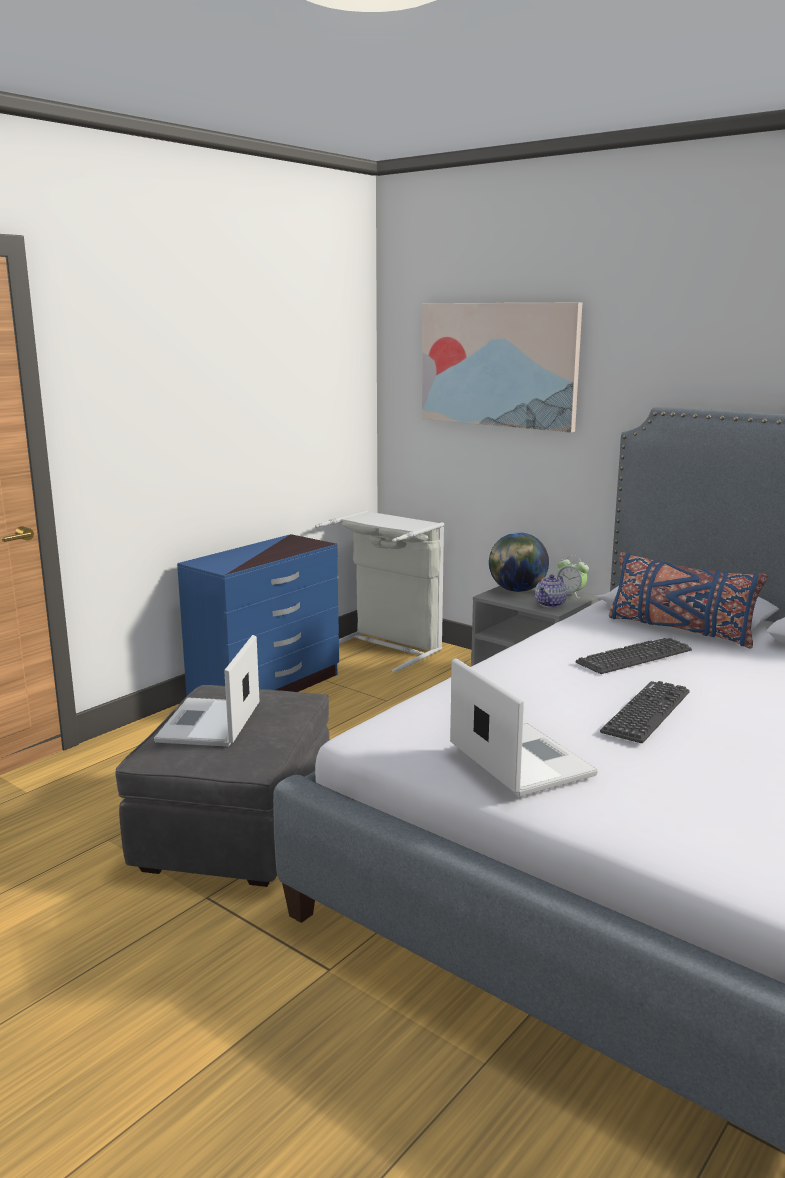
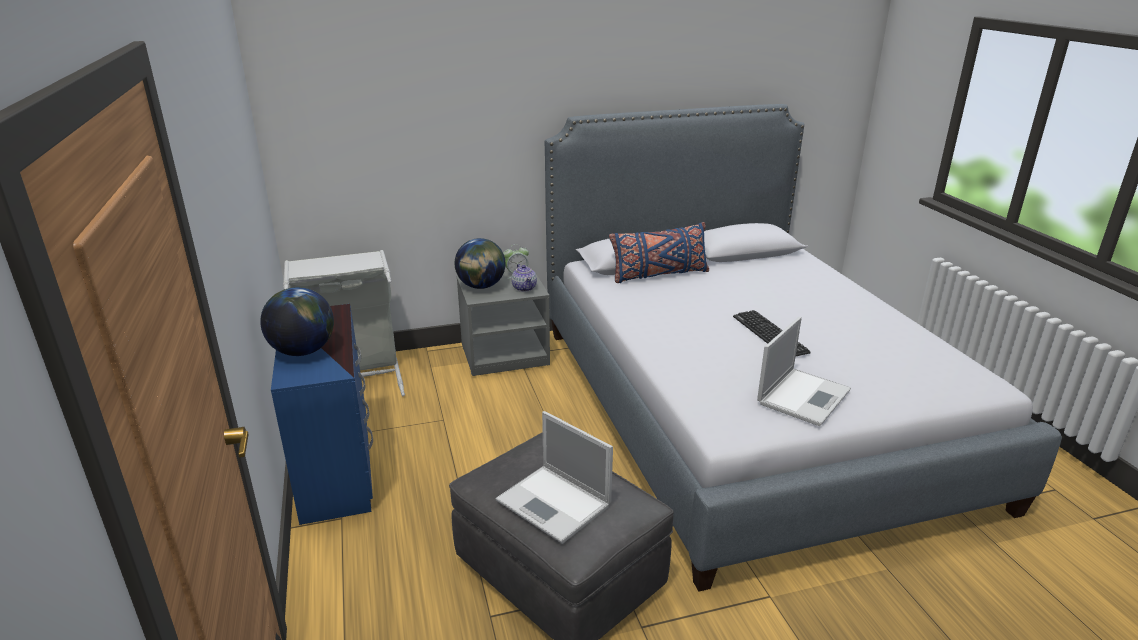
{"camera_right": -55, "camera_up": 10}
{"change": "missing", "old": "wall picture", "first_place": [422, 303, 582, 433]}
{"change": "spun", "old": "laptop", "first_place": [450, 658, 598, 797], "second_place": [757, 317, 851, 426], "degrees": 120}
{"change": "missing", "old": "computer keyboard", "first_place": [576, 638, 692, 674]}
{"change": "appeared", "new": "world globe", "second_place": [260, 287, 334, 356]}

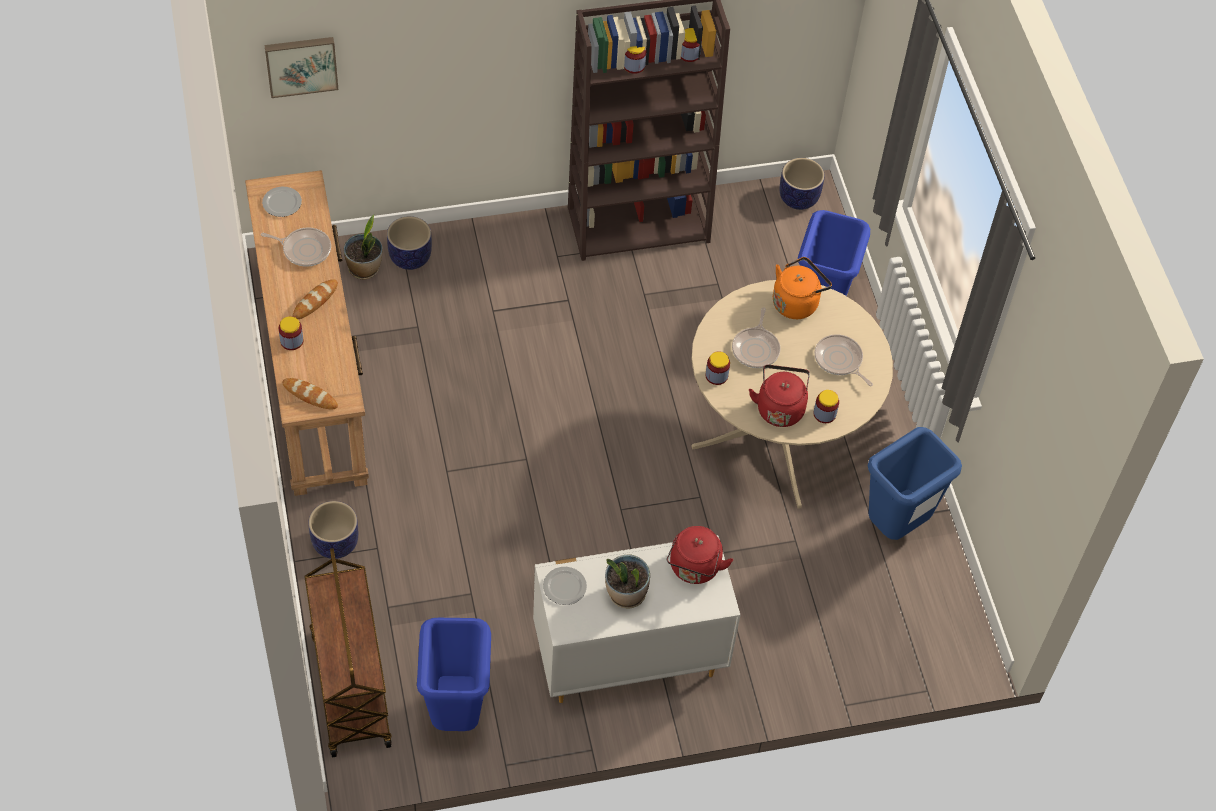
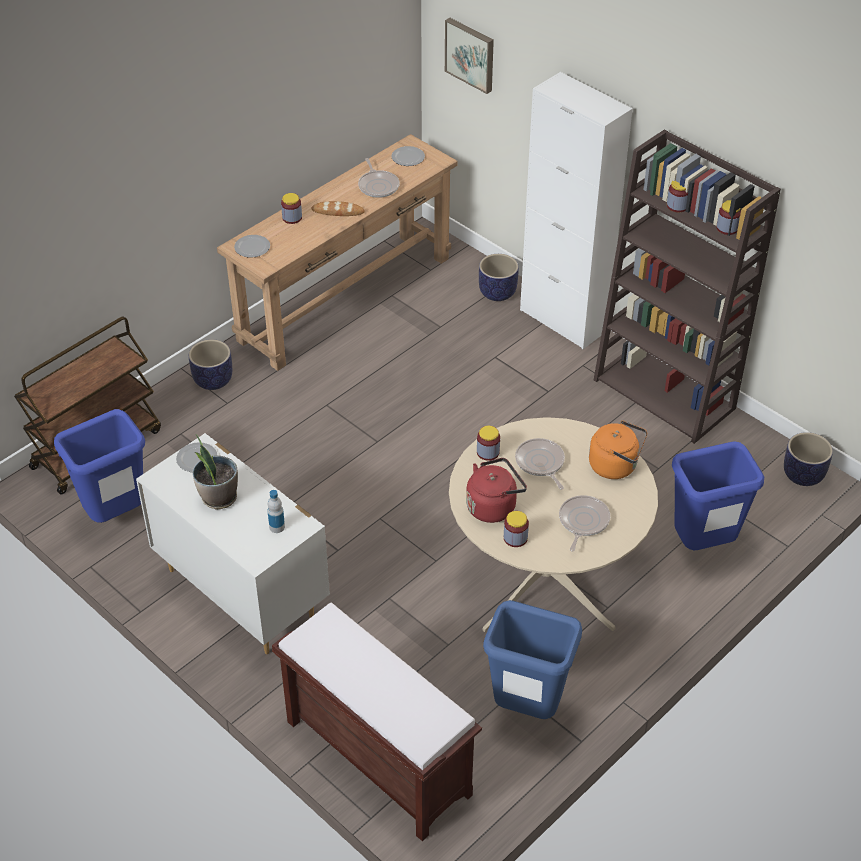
{"camera_right": 60, "camera_up": -10}
{"change": "exchanged", "old": "bread", "new": "plate", "first_place": [282, 378, 338, 409], "second_place": [234, 235, 270, 258]}
{"change": "missing", "old": "plant in a pot", "first_place": [344, 215, 382, 279]}
{"change": "exchanged", "old": "red-coloured water kettle", "new": "bottle", "first_place": [667, 526, 733, 584], "second_place": [267, 490, 285, 533]}
{"change": "spun", "old": "skillet", "first_place": [732, 307, 781, 368], "second_place": [515, 438, 565, 489], "degrees": 90}
{"change": "appeared", "new": "brownish bench", "second_place": [272, 603, 482, 841]}
{"change": "appeared", "new": "white storage cabinet", "second_place": [520, 72, 633, 349]}

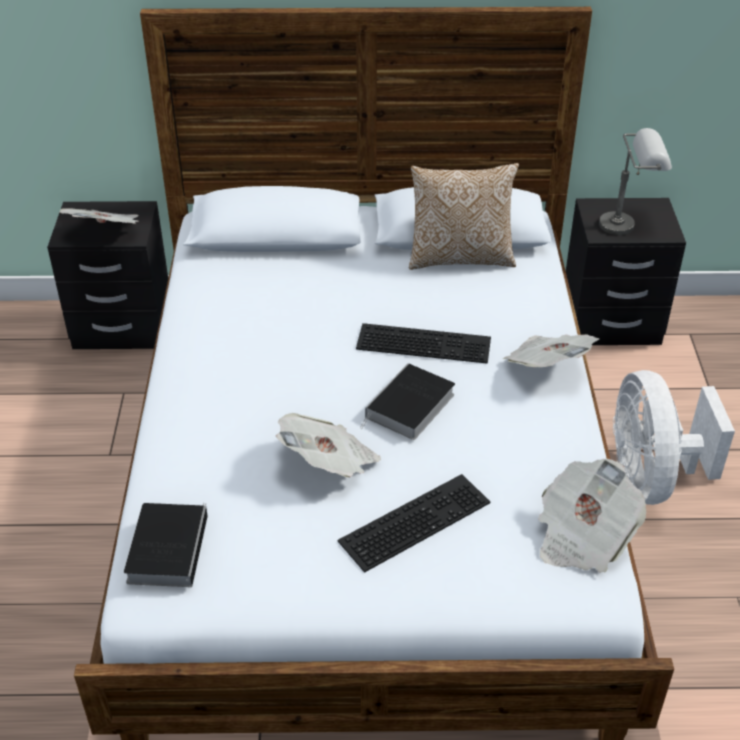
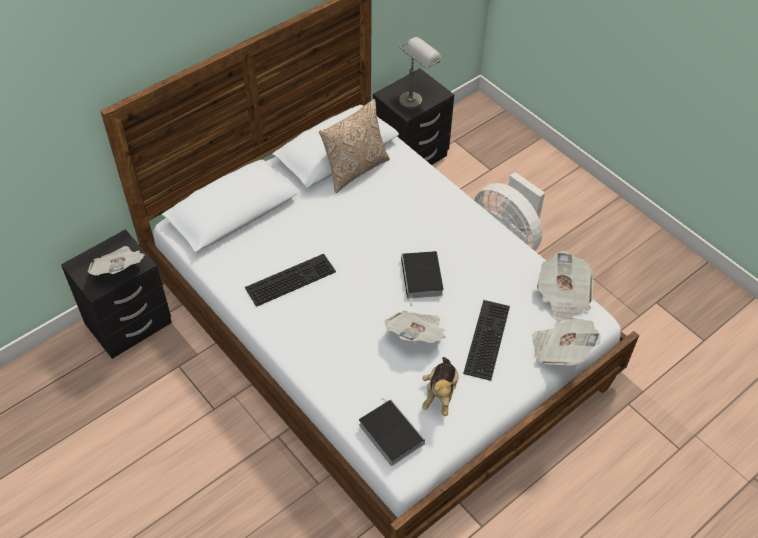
{"camera_right": -40, "camera_up": 10}
{"change": "relocated", "old": "computer keyboard", "first_place": [356, 323, 491, 364], "second_place": [245, 254, 336, 307]}
{"change": "relocated", "old": "daily paper", "first_place": [503, 334, 599, 367], "second_place": [532, 318, 601, 366]}
{"change": "appeared", "new": "plush toy", "second_place": [422, 357, 458, 416]}

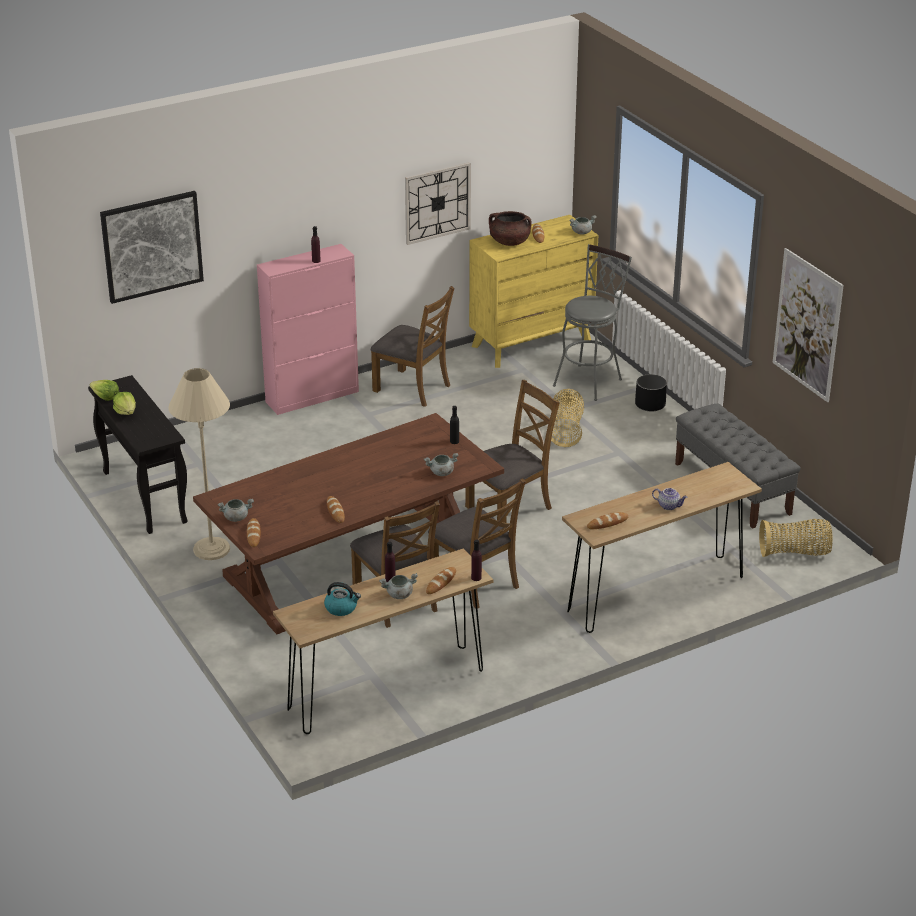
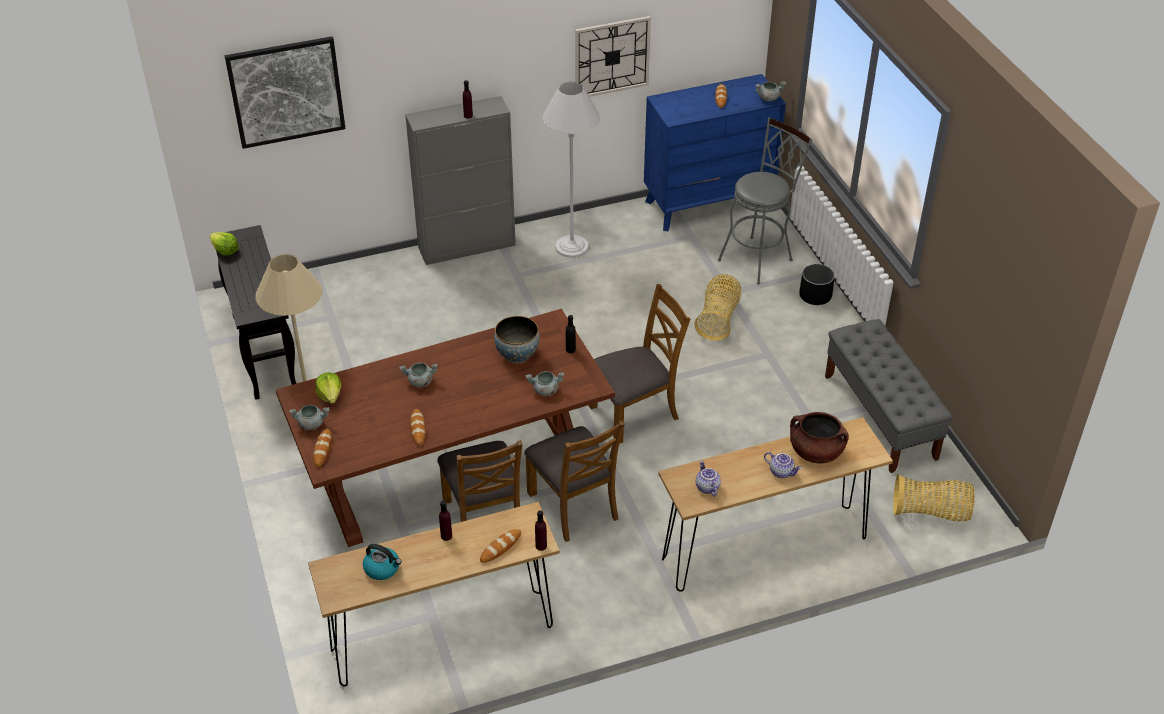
{"camera_right": 10, "camera_up": 10}
{"change": "relocated", "old": "lettuce", "first_place": [113, 392, 136, 415], "second_place": [316, 372, 341, 404]}
{"change": "colour", "old": "pinkish storage cabinet", "new": "greyish storage cabinet", "first_place": [257, 244, 359, 415], "second_place": [405, 96, 516, 265]}
{"change": "exchanged", "old": "brownish chair", "new": "white standard lamp", "first_place": [370, 286, 454, 407], "second_place": [543, 82, 600, 258]}
{"change": "relocated", "old": "greyish cooking pot", "first_place": [379, 573, 418, 599], "second_place": [399, 363, 438, 387]}
{"change": "colour", "old": "yellow drawer chest", "new": "blue drawer chest", "first_place": [469, 215, 598, 368], "second_place": [644, 74, 786, 231]}
{"change": "relocated", "old": "brownish cooking pot", "first_place": [489, 211, 532, 246], "second_place": [790, 412, 849, 464]}
{"change": "exchanged", "old": "bread", "new": "tea pot", "first_place": [587, 512, 629, 529], "second_place": [696, 461, 721, 497]}
{"change": "missing", "old": "wall picture", "first_place": [773, 248, 844, 402]}
{"change": "appeared", "new": "deep dish", "second_place": [494, 316, 540, 363]}

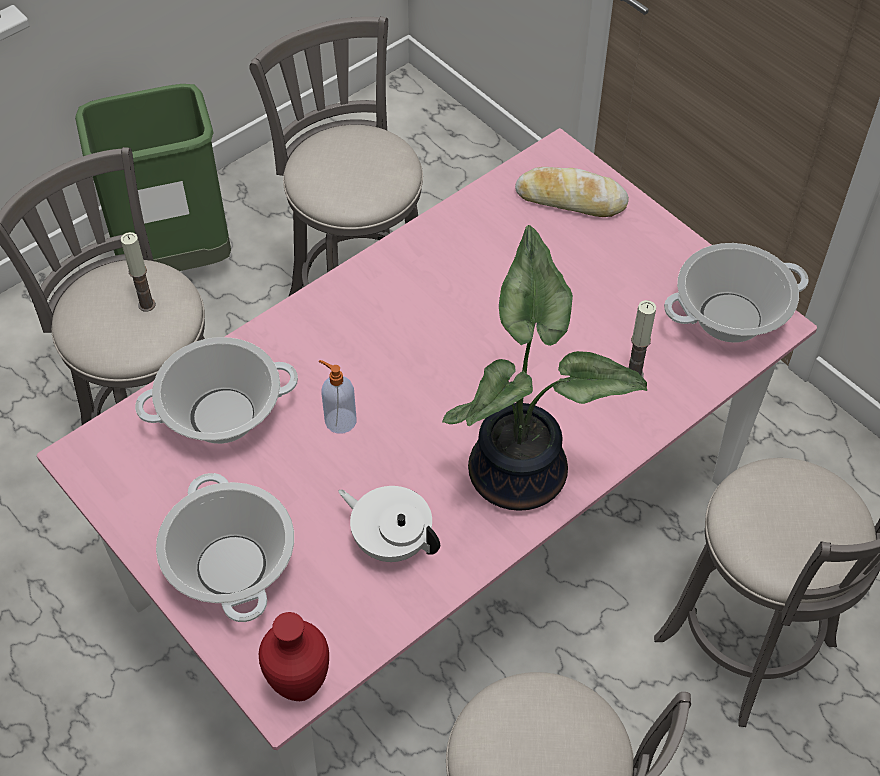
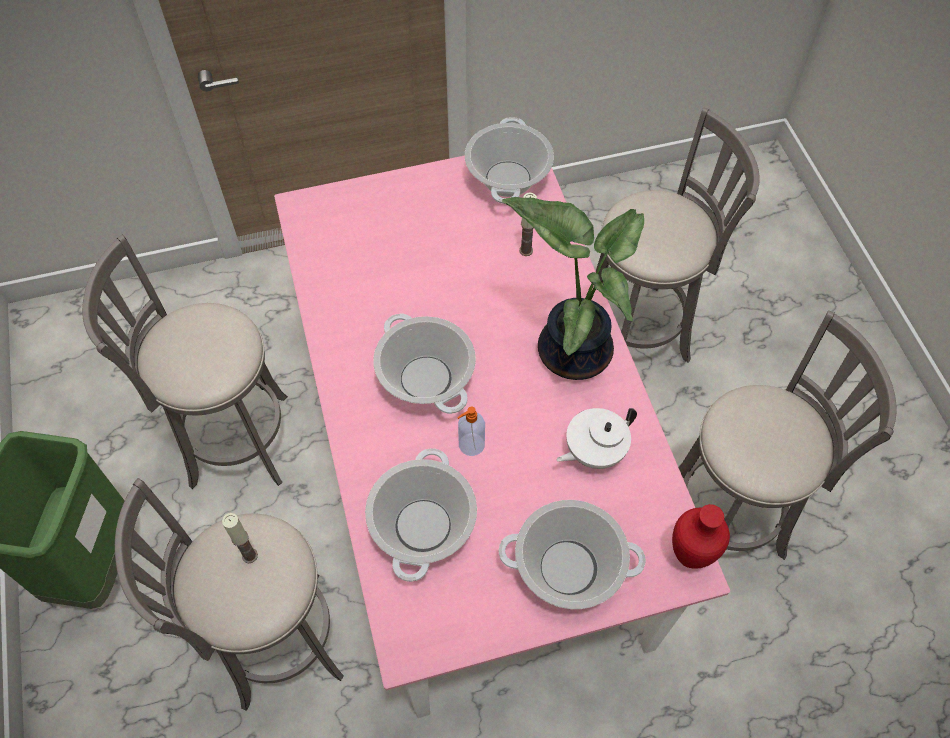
{"camera_right": -65, "camera_up": 5}
{"change": "missing", "old": "bread", "first_place": [515, 167, 629, 217]}
{"change": "appeared", "new": "cooking pot", "second_place": [373, 313, 476, 414]}

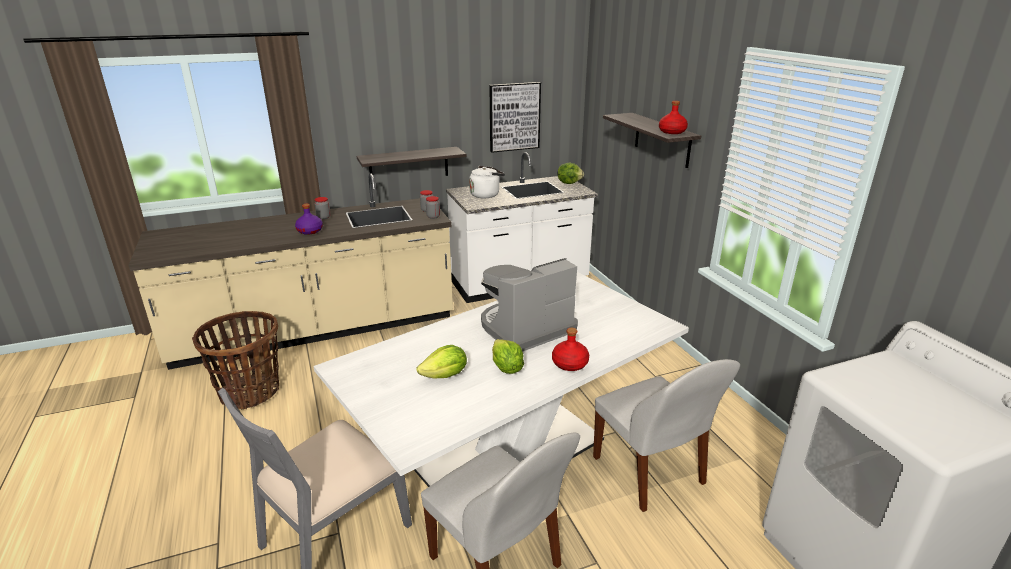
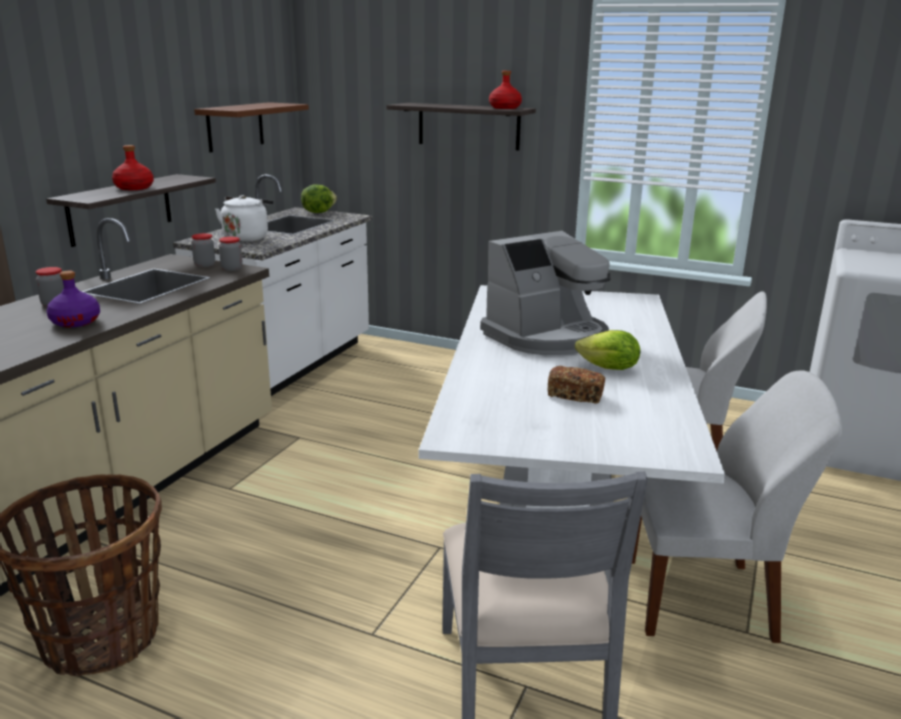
{"camera_right": -45, "camera_up": -5}
{"change": "exchanged", "old": "lettuce", "new": "bread", "first_place": [417, 345, 467, 378], "second_place": [547, 366, 605, 404]}
{"change": "spun", "old": "coffee brewer", "first_place": [481, 258, 578, 352], "second_place": [480, 231, 611, 355], "degrees": -135}
{"change": "exchanged", "old": "wall picture", "new": "brownish bracket shelf", "first_place": [489, 82, 541, 153], "second_place": [194, 102, 309, 153]}
{"change": "relocated", "old": "red-coloured bottle", "first_place": [552, 328, 589, 371], "second_place": [112, 145, 154, 190]}

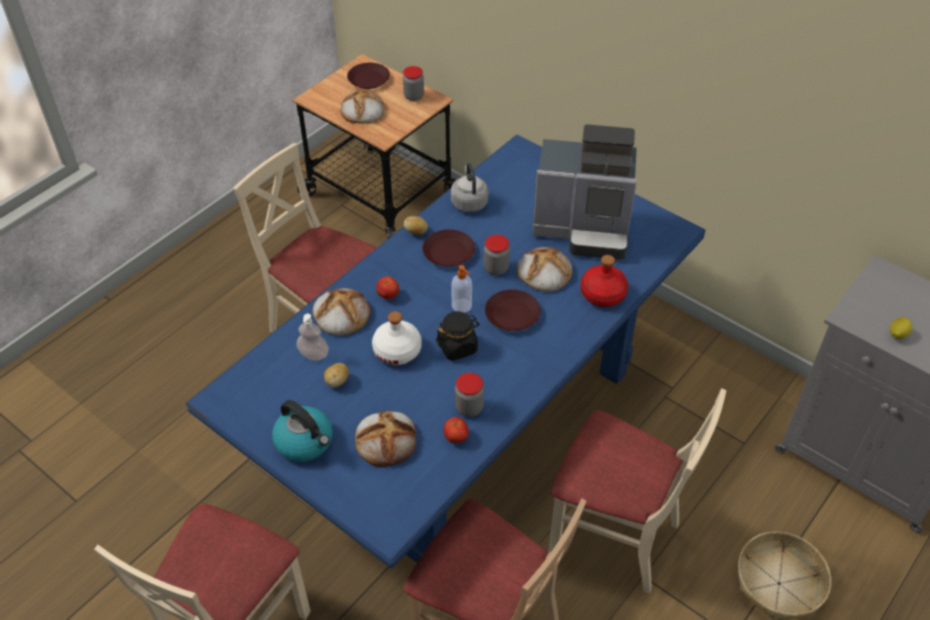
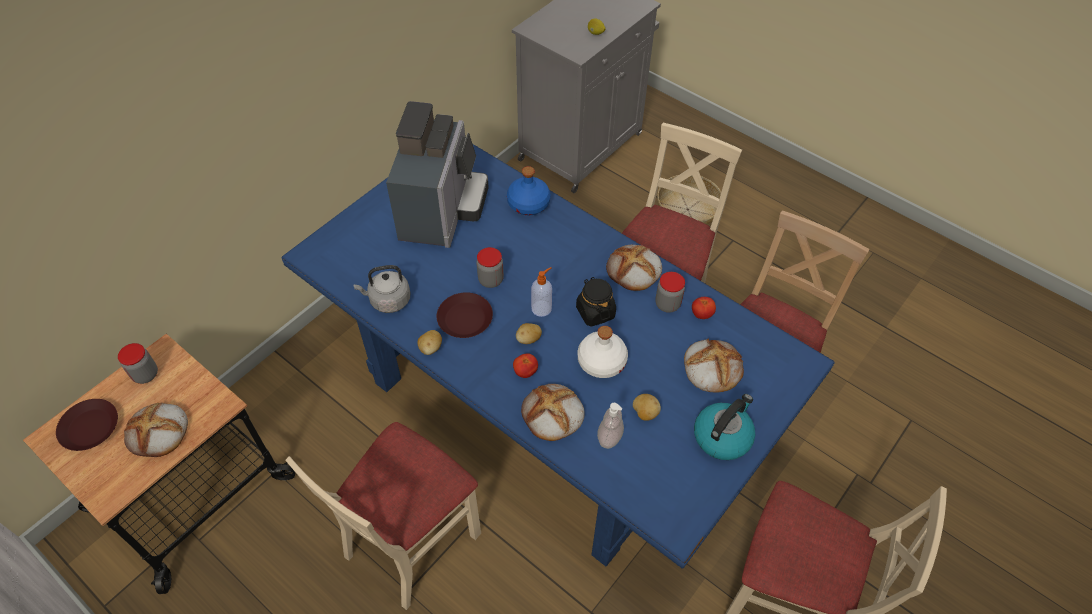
{"camera_right": -90, "camera_up": 5}
{"change": "missing", "old": "brownish plate", "first_place": [485, 289, 540, 331]}
{"change": "relocated", "old": "bread", "first_place": [517, 247, 572, 292], "second_place": [606, 245, 662, 291]}
{"change": "colour", "old": "red-coloured bottle", "new": "blue bottle", "first_place": [581, 255, 628, 307], "second_place": [507, 166, 551, 215]}
{"change": "appeared", "new": "whole potato", "second_place": [516, 323, 542, 344]}

